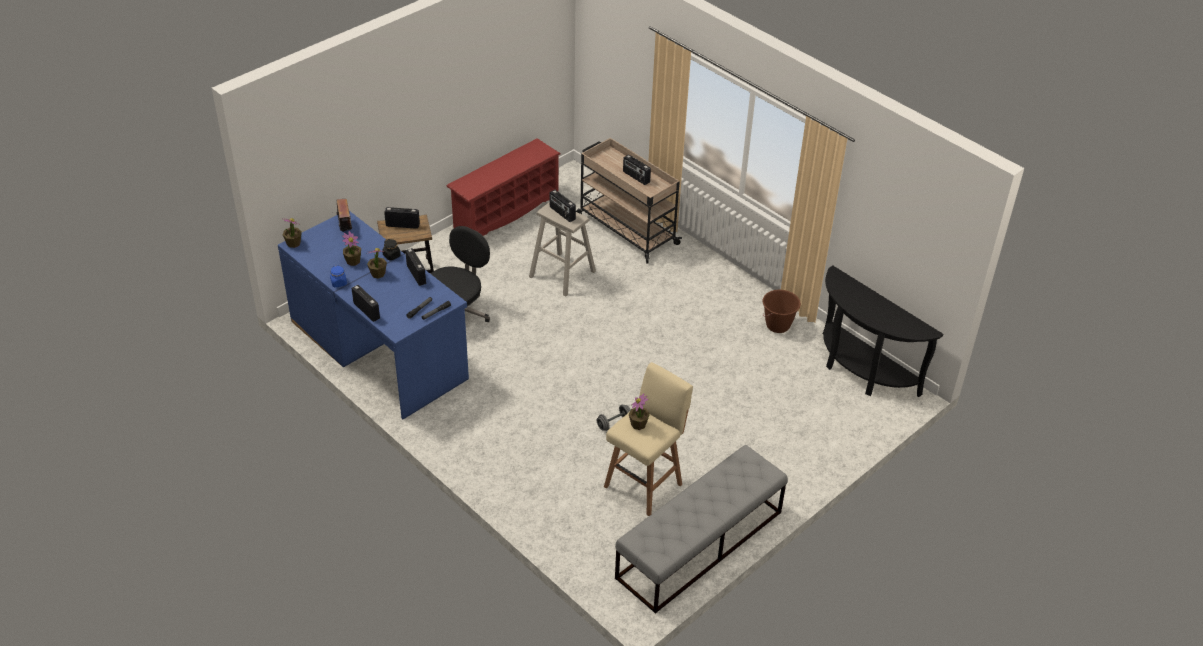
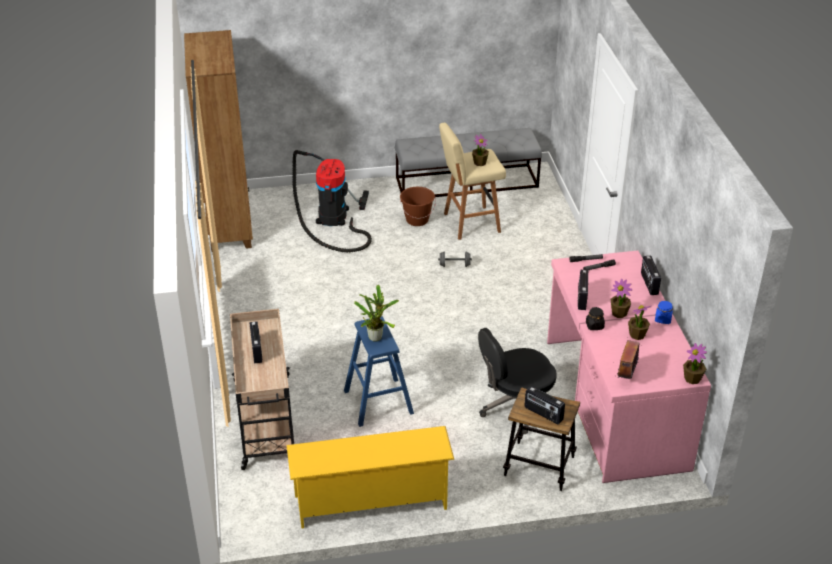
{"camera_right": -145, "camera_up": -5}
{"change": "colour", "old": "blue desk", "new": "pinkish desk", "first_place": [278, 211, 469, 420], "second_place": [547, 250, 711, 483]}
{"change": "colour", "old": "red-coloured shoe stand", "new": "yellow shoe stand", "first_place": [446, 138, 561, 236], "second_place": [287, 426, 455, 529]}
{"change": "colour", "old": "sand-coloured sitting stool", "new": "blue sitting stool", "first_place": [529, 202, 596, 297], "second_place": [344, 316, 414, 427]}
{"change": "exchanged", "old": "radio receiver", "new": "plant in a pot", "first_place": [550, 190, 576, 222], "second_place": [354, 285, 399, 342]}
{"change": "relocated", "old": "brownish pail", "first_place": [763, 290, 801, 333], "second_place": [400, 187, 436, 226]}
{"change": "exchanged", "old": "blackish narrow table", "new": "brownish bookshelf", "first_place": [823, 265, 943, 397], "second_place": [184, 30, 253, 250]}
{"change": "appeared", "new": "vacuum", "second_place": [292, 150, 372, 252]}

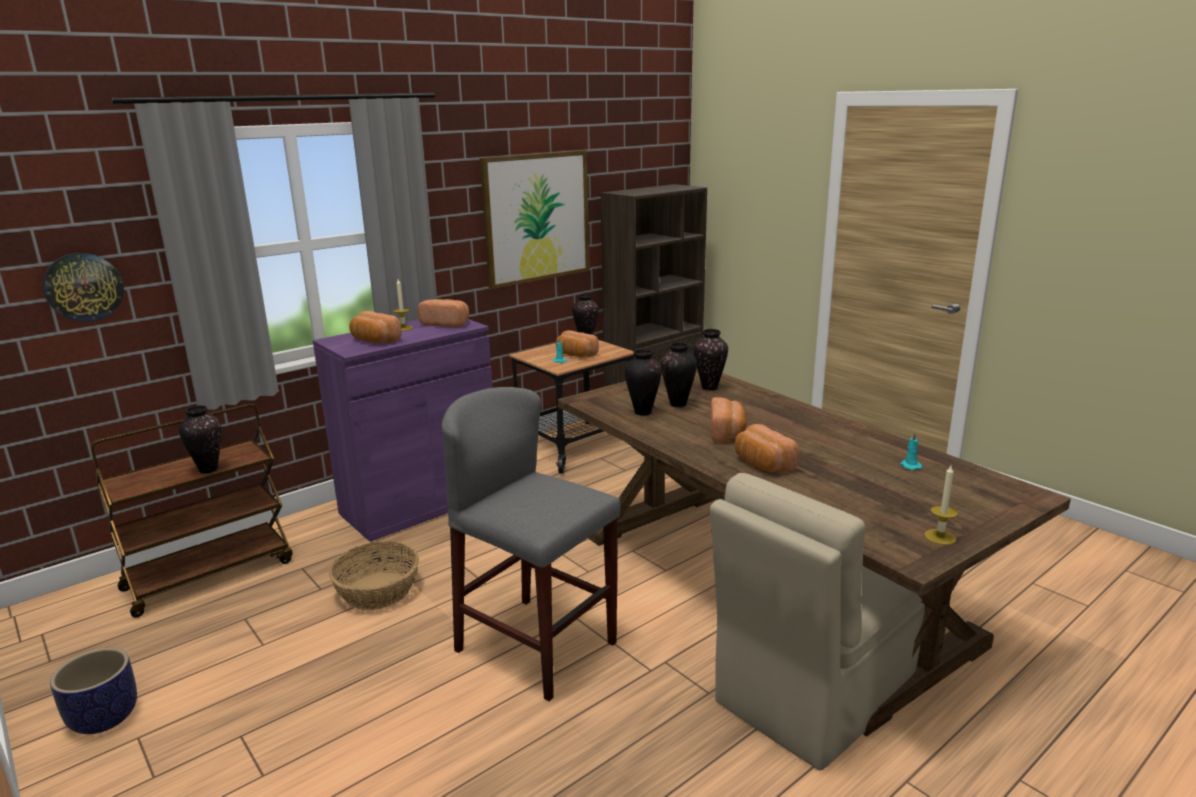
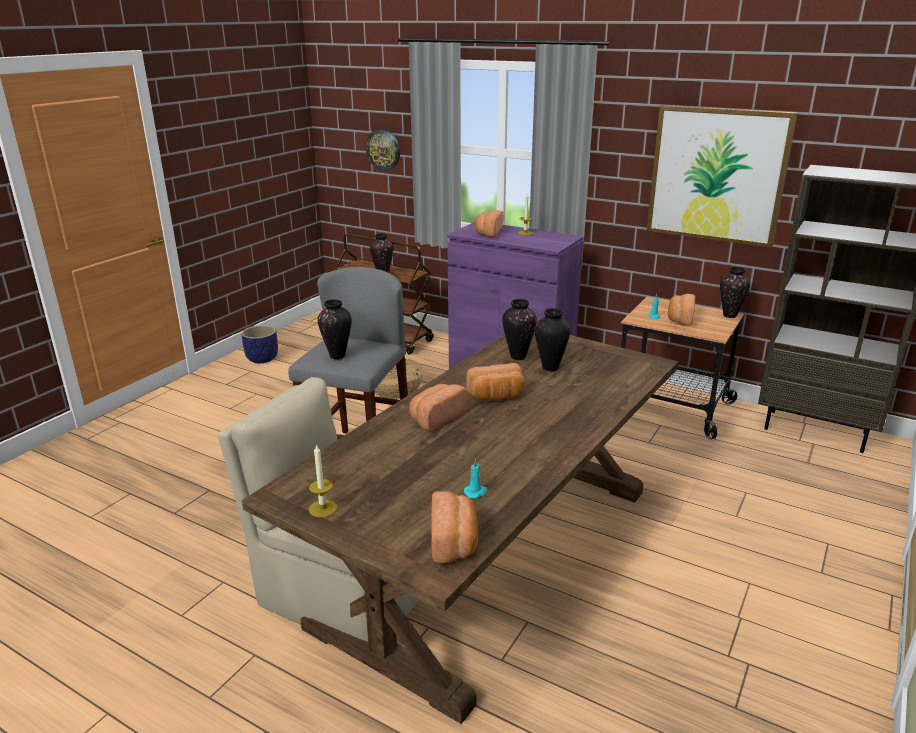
{"camera_right": 70, "camera_up": 5}
{"change": "relocated", "old": "bread", "first_place": [417, 299, 469, 327], "second_place": [431, 491, 478, 563]}
{"change": "relocated", "old": "flower vase", "first_place": [694, 329, 728, 391], "second_place": [318, 299, 352, 359]}

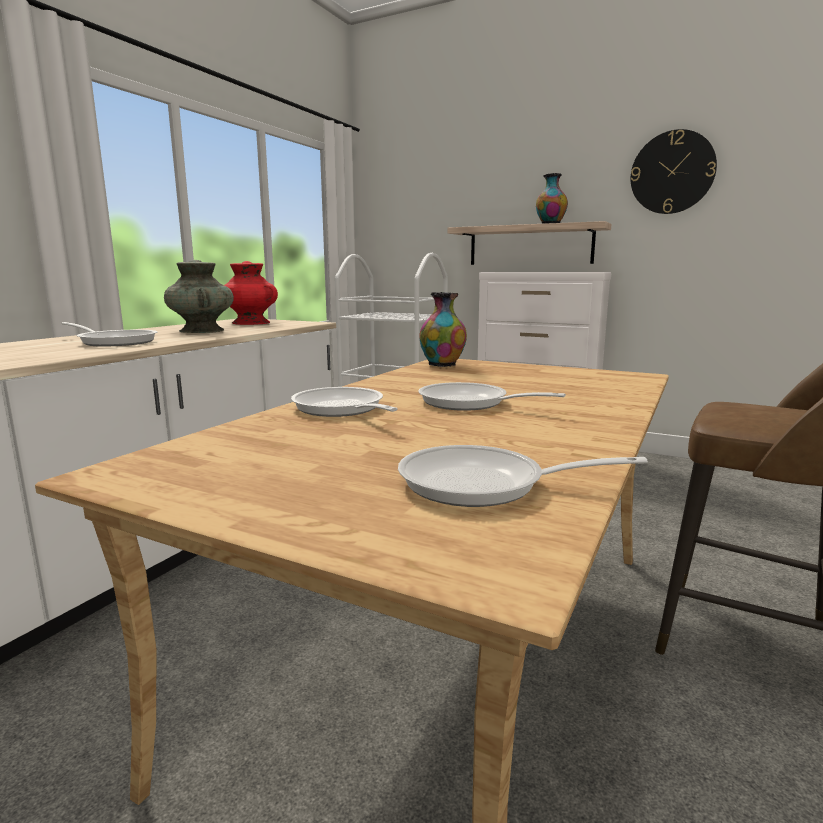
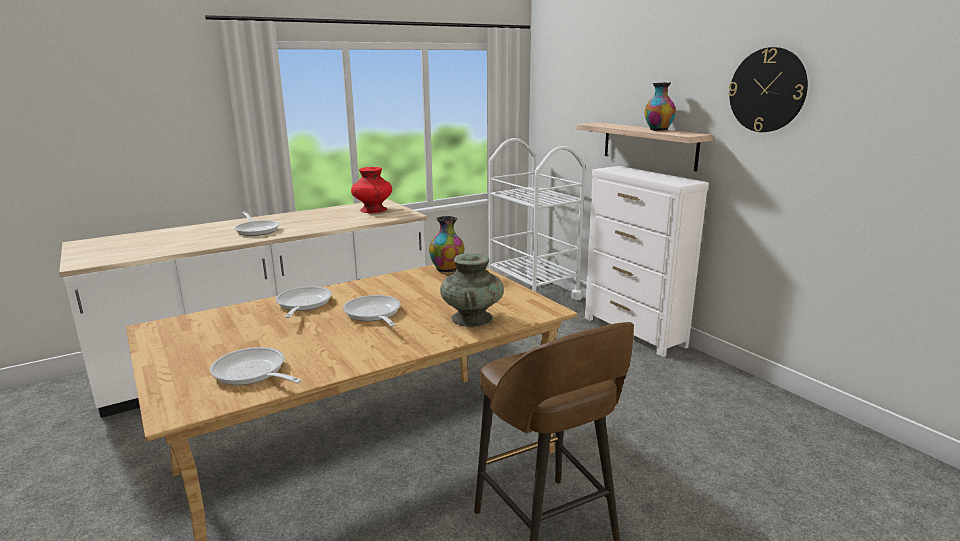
{"camera_right": 30, "camera_up": 5}
{"change": "relocated", "old": "blue-green flower vase", "first_place": [164, 260, 234, 333], "second_place": [440, 253, 504, 327]}

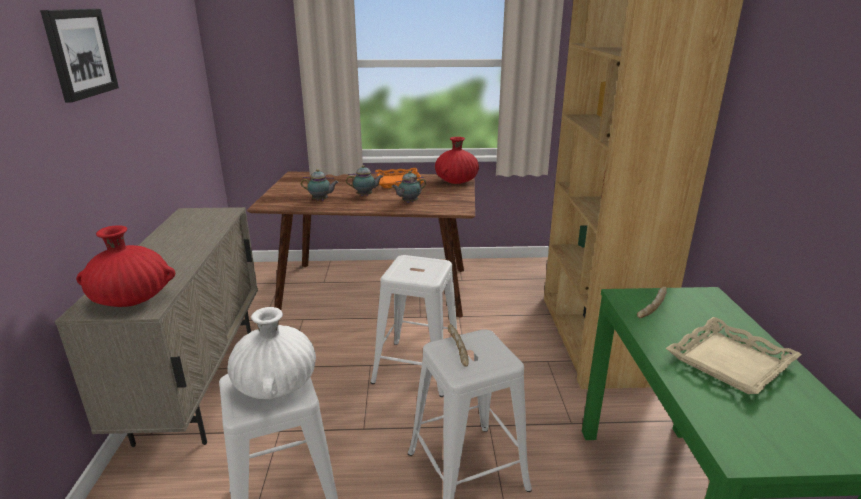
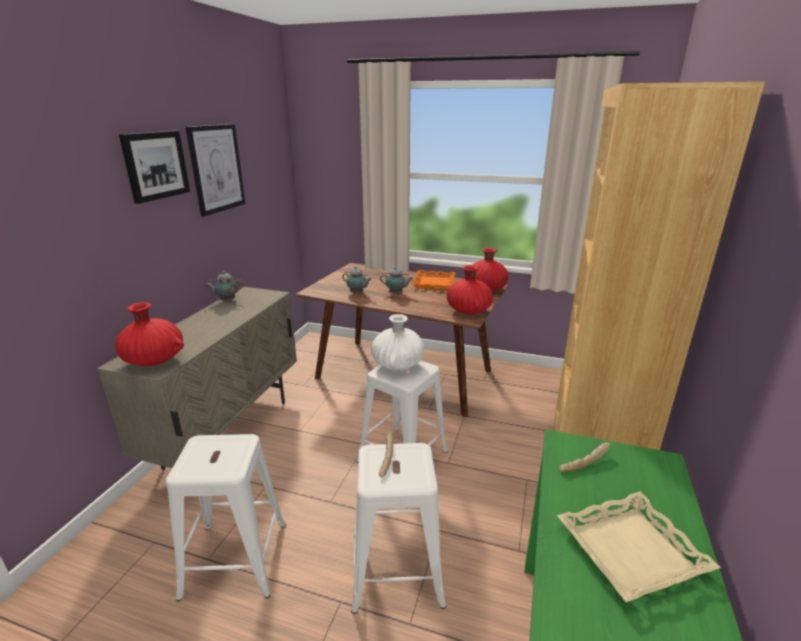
{"camera_right": 20, "camera_up": 0}
{"change": "relocated", "old": "white flower vase", "first_place": [227, 307, 316, 399], "second_place": [371, 314, 424, 371]}
{"change": "relocated", "old": "tea pot", "first_place": [392, 171, 426, 203], "second_place": [205, 271, 244, 301]}
{"change": "appeared", "new": "wall picture", "second_place": [186, 124, 245, 217]}
{"change": "appeared", "new": "red-coloured flower vase", "second_place": [447, 265, 493, 315]}

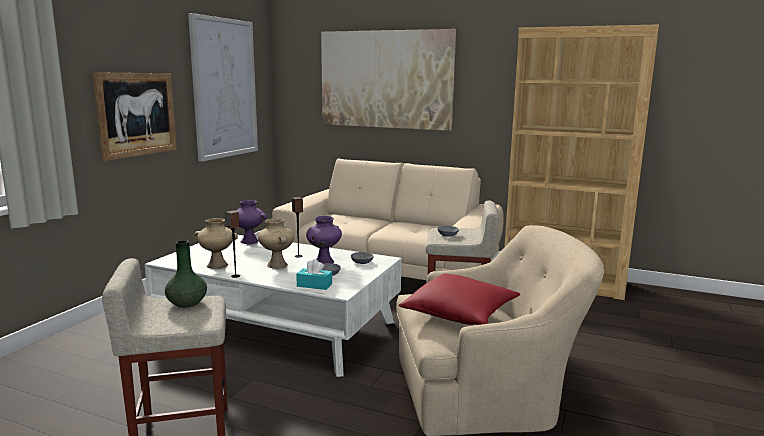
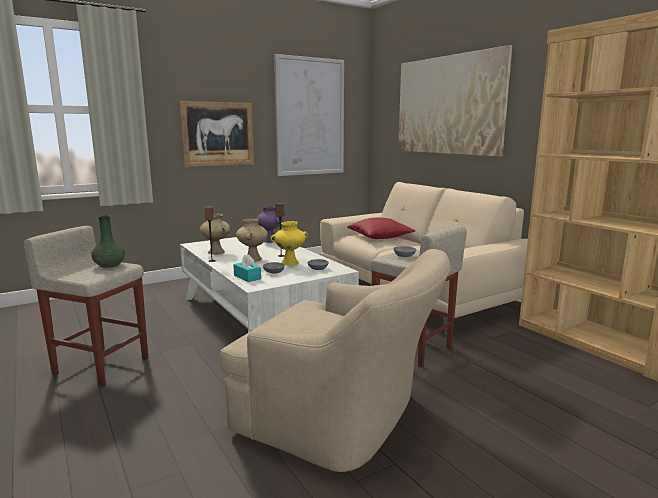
{"camera_right": 35, "camera_up": 0}
{"change": "colour", "old": "purple-coloured flower vase", "new": "yellow flower vase", "first_place": [306, 216, 342, 264], "second_place": [271, 221, 308, 266]}
{"change": "relocated", "old": "red-coloured cushion", "first_place": [399, 273, 520, 325], "second_place": [347, 217, 415, 239]}

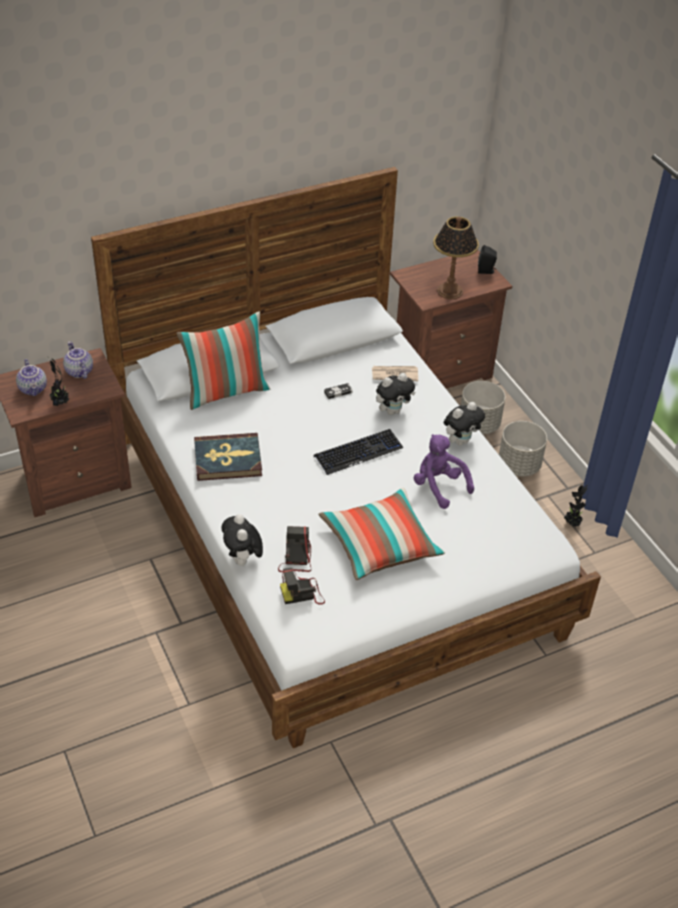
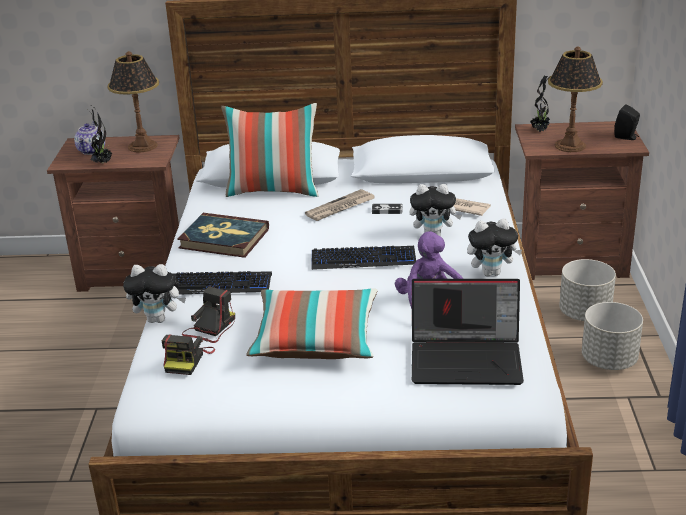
{"camera_right": 30, "camera_up": -15}
{"change": "exchanged", "old": "tea pot", "new": "table lamp", "first_place": [63, 341, 93, 379], "second_place": [108, 51, 159, 153]}
{"change": "spun", "old": "plush toy", "first_place": [221, 514, 263, 566], "second_place": [123, 264, 186, 323], "degrees": -105}
{"change": "spun", "old": "still camera", "first_place": [280, 568, 325, 605], "second_place": [162, 334, 215, 375], "degrees": -90}
{"change": "relocated", "old": "plant in a pot", "first_place": [564, 485, 588, 527], "second_place": [531, 75, 550, 132]}
{"change": "appeared", "new": "computer keyboard", "second_place": [174, 271, 272, 295]}
{"change": "appeared", "new": "daily paper", "second_place": [305, 189, 375, 221]}
{"change": "appeared", "new": "laptop", "second_place": [412, 279, 524, 385]}

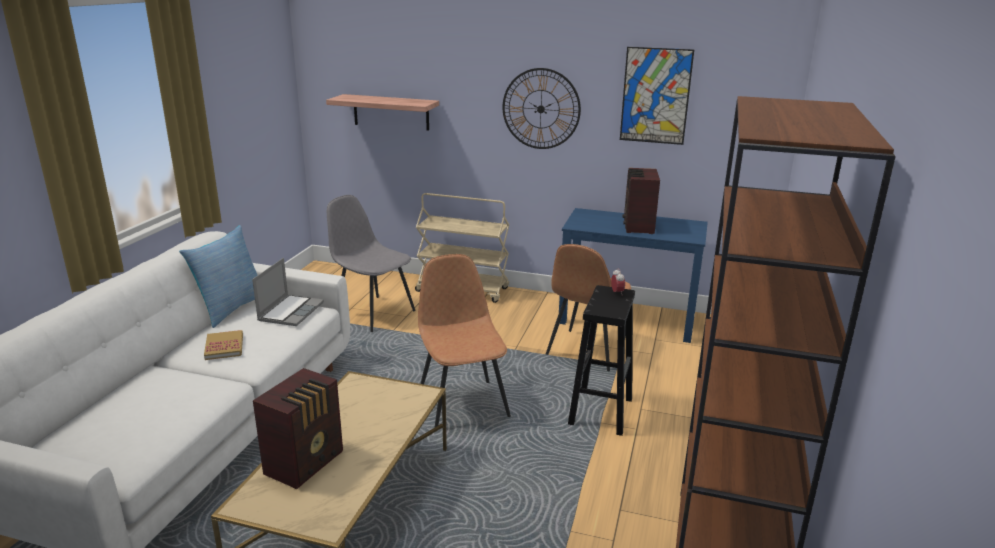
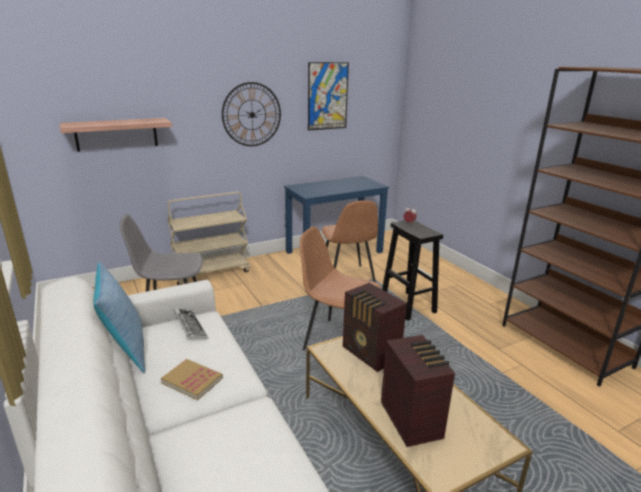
{"camera_right": -45, "camera_up": 0}
{"change": "exchanged", "old": "laptop", "new": "computer keyboard", "first_place": [252, 258, 324, 326], "second_place": [173, 308, 208, 339]}
{"change": "relocated", "old": "radio receiver", "first_place": [623, 168, 660, 234], "second_place": [343, 283, 407, 372]}

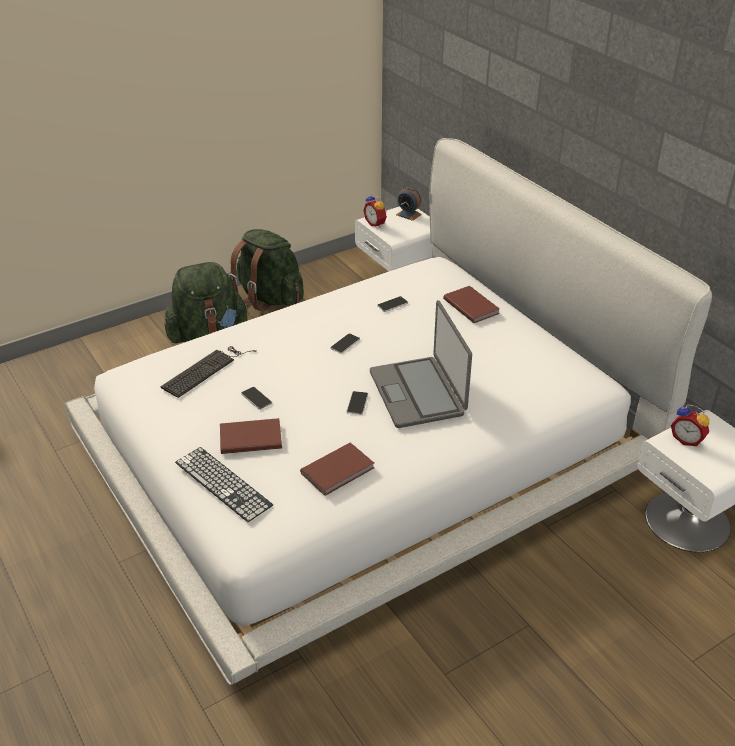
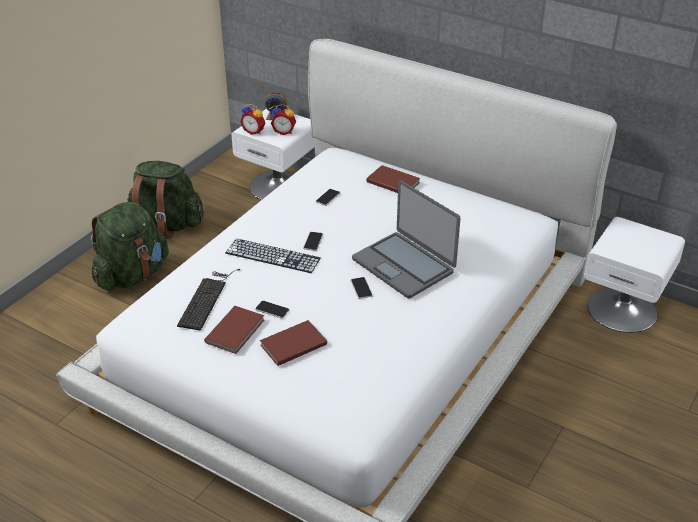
{"camera_right": -25, "camera_up": 0}
{"change": "relocated", "old": "computer keyboard", "first_place": [175, 447, 273, 522], "second_place": [225, 239, 321, 273]}
{"change": "relocated", "old": "brownish volume", "first_place": [300, 442, 374, 496], "second_place": [204, 306, 264, 354]}
{"change": "relocated", "old": "alarm clock", "first_place": [671, 404, 710, 446], "second_place": [271, 104, 296, 135]}

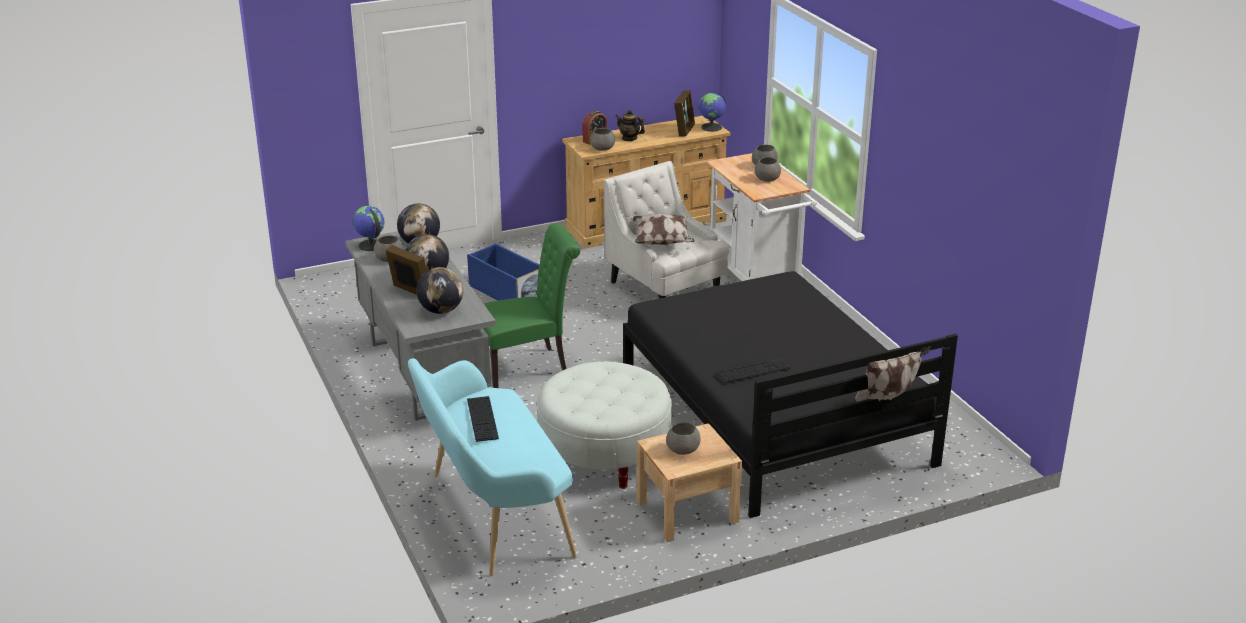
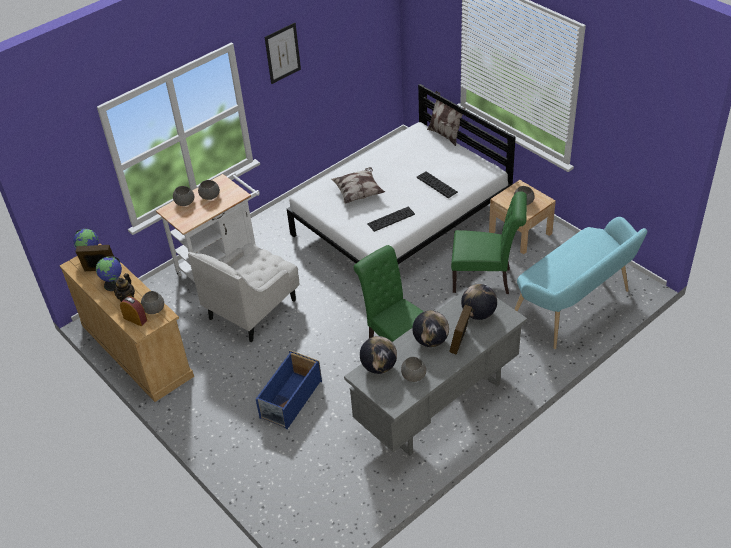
{"camera_right": -105, "camera_up": 15}
{"change": "relocated", "old": "world globe", "first_place": [352, 206, 385, 251], "second_place": [96, 256, 122, 291]}
{"change": "relocated", "old": "computer keyboard", "first_place": [467, 396, 499, 442], "second_place": [367, 207, 415, 232]}
{"change": "exchanged", "old": "white pouffe", "new": "green chair", "first_place": [537, 362, 672, 489], "second_place": [451, 191, 527, 294]}
{"change": "colour", "old": "blackish bed", "new": "white bed", "first_place": [623, 271, 958, 518], "second_place": [287, 84, 516, 264]}
{"change": "relocated", "old": "cushion", "first_place": [633, 213, 695, 245], "second_place": [331, 167, 385, 204]}
{"change": "appeared", "new": "wall picture", "second_place": [265, 23, 301, 84]}

